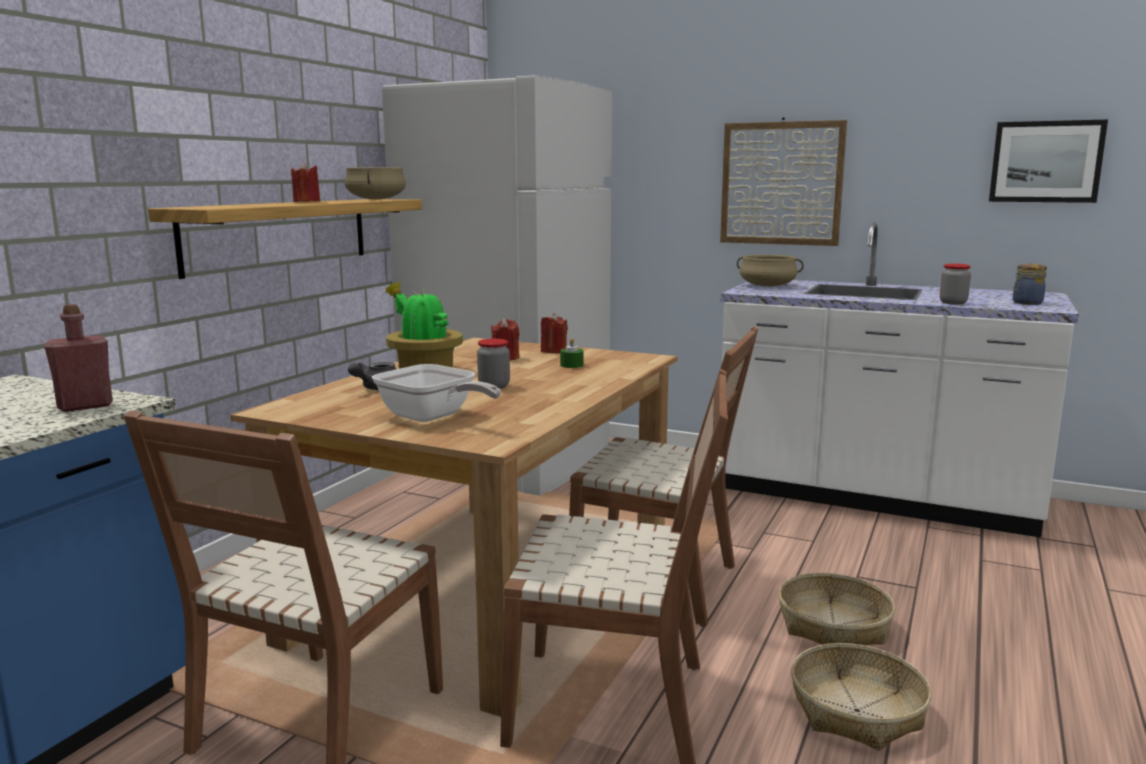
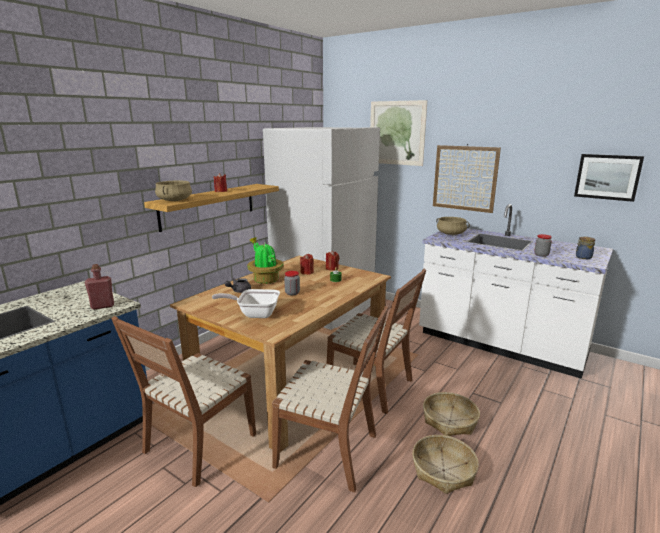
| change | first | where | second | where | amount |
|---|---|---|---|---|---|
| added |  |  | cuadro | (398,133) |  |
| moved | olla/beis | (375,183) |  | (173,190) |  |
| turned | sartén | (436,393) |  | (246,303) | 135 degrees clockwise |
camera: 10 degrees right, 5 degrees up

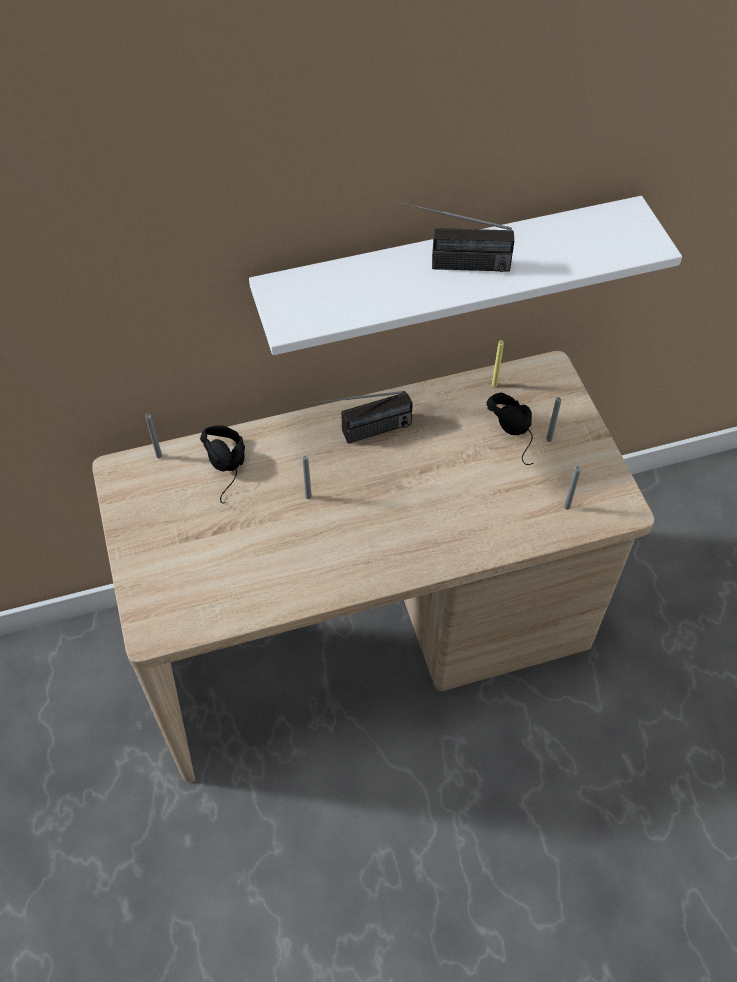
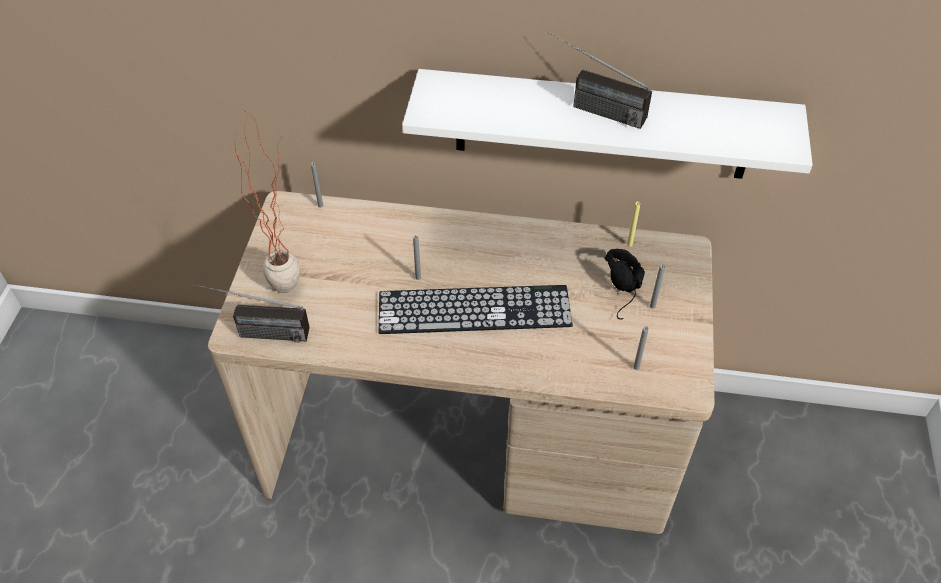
| change | first | where | second | where | amount |
|---|---|---|---|---|---|
| removed | auriculares/negro | (222,464) |  |  |  |
| added |  |  | planta en maceta | (267,201) |  |
| added |  |  | teclado | (476,309) |  |
| moved | radio | (358,417) |  | (251,313) |  |
camera: 25 degrees right, 5 degrees down

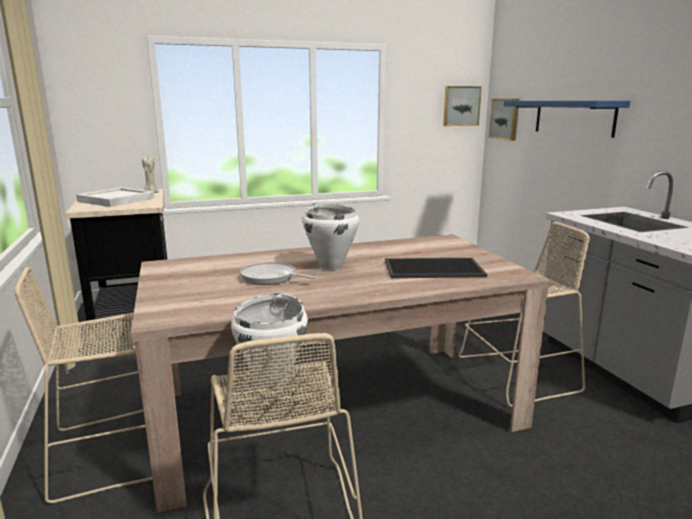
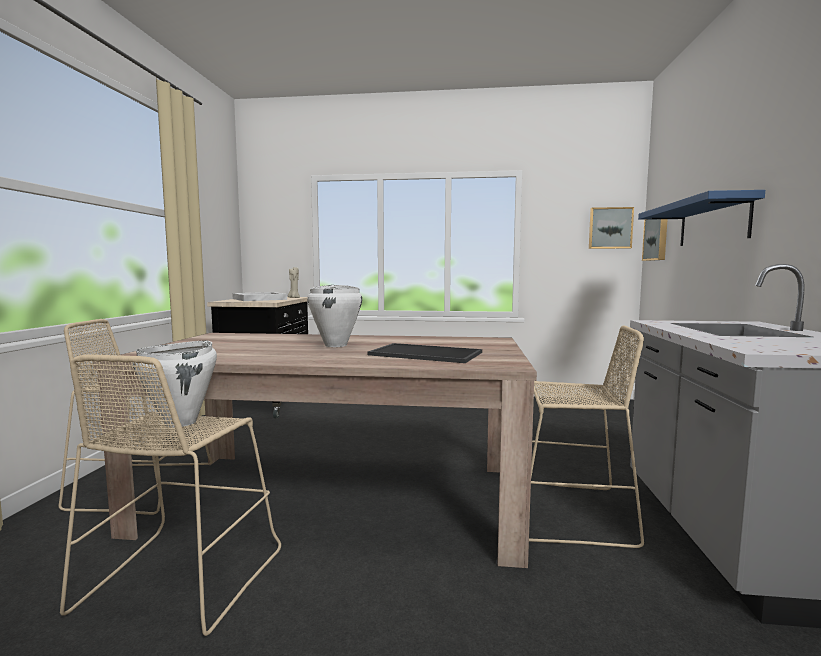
| change | first | where | second | where | amount |
|---|---|---|---|---|---|
| removed | sartén | (278,273) |  |  |  |
camera: 25 degrees right, 10 degrees down

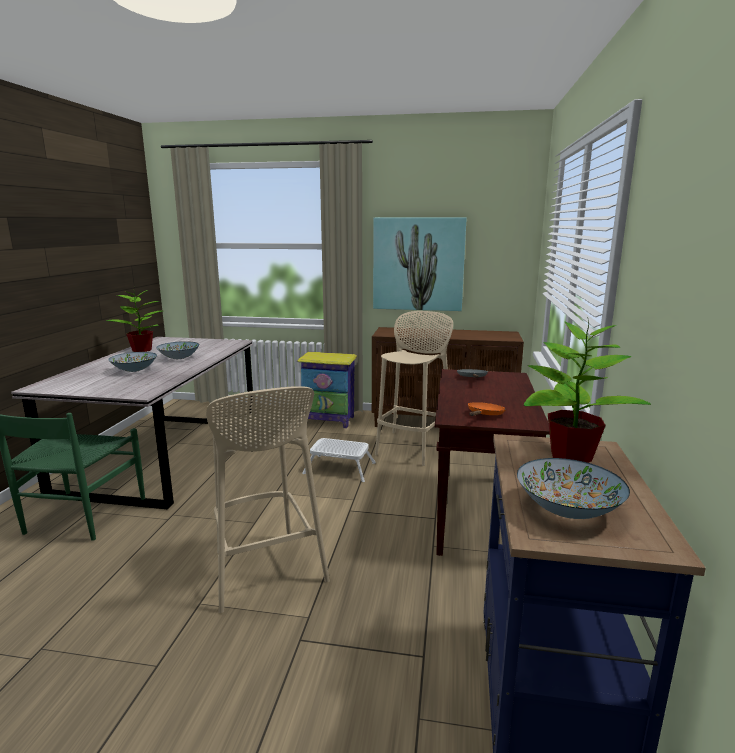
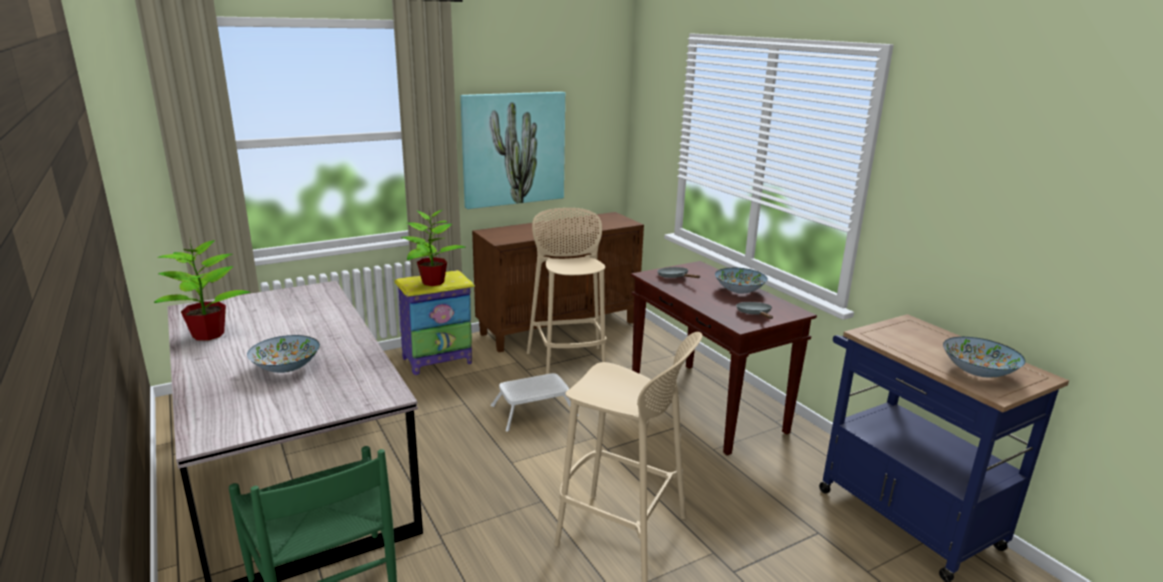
| change | first | where | second | where | amount |
|---|---|---|---|---|---|
| moved | cuenco | (178,350) |  | (741,281) |  |
| moved | planta en maceta | (587,390) |  | (433,248) |  |
| recoloured | sartén/naranja | (487,409) | sartén/gris | (754,310) |  |
camera: 40 degrees left, 5 degrees up

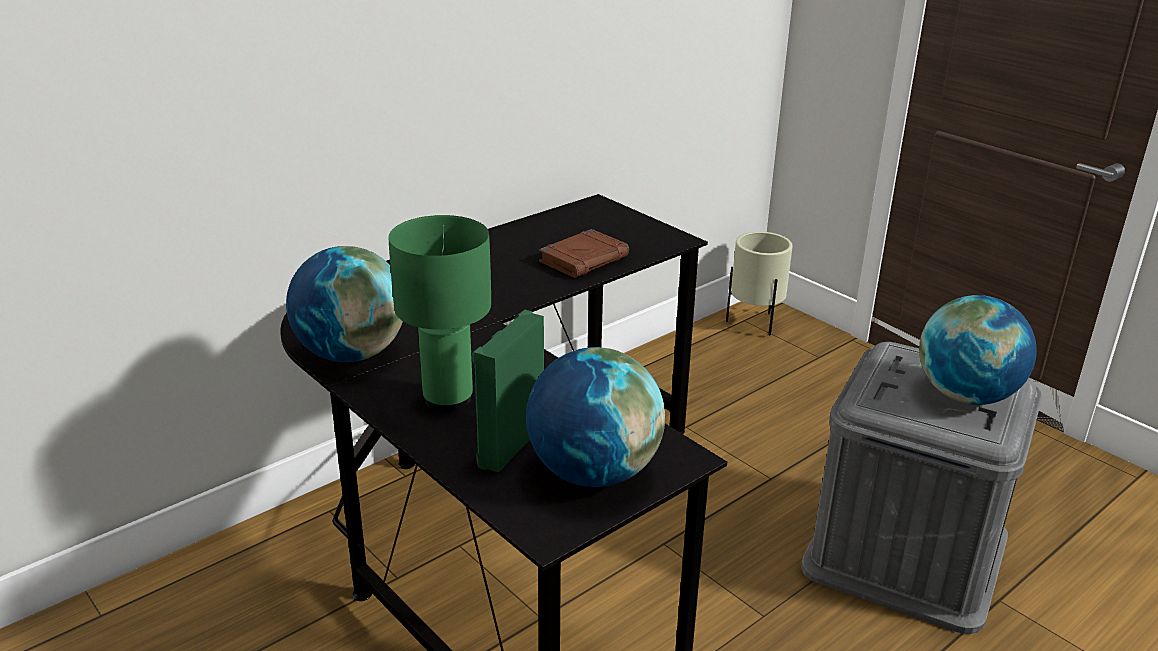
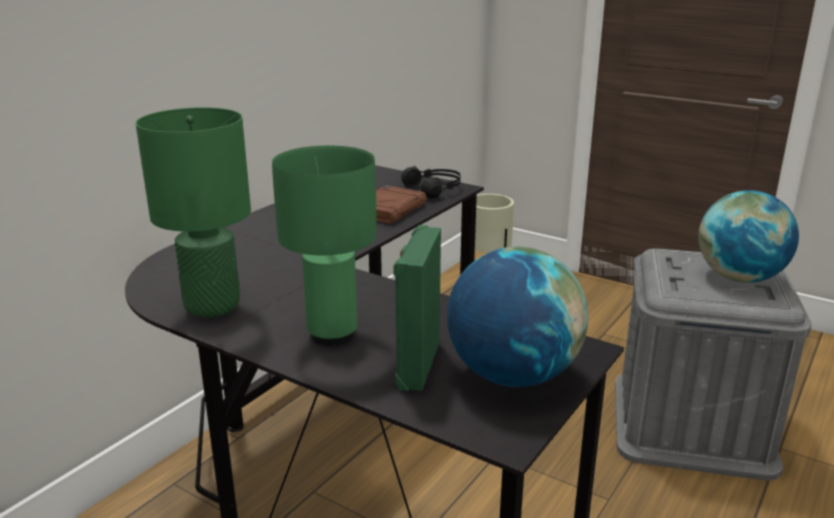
| change | first | where | second | where | amount |
|---|---|---|---|---|---|
| added |  |  | auriculares/negro | (431,182) |  |
| replaced | globo terráqueo | (344,304) | lámpara de mesa/verde | (193,212) |  |
camera: 15 degrees left, 5 degrees down

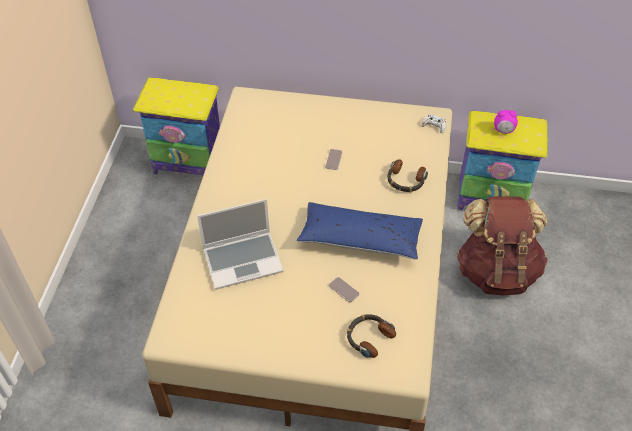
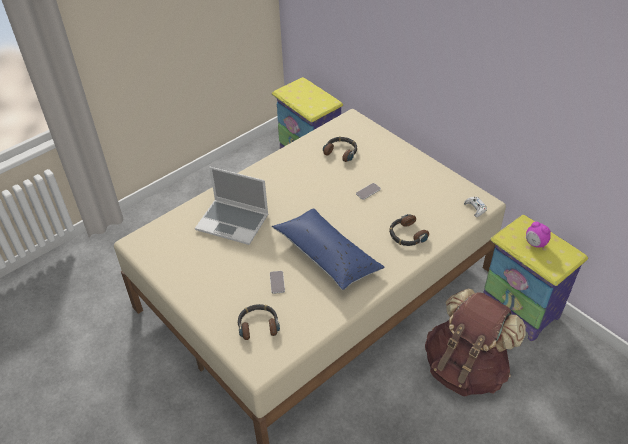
| change | first | where | second | where | amount |
|---|---|---|---|---|---|
| added |  |  | auriculares | (340,149) |  |
camera: 40 degrees right, 5 degrees down

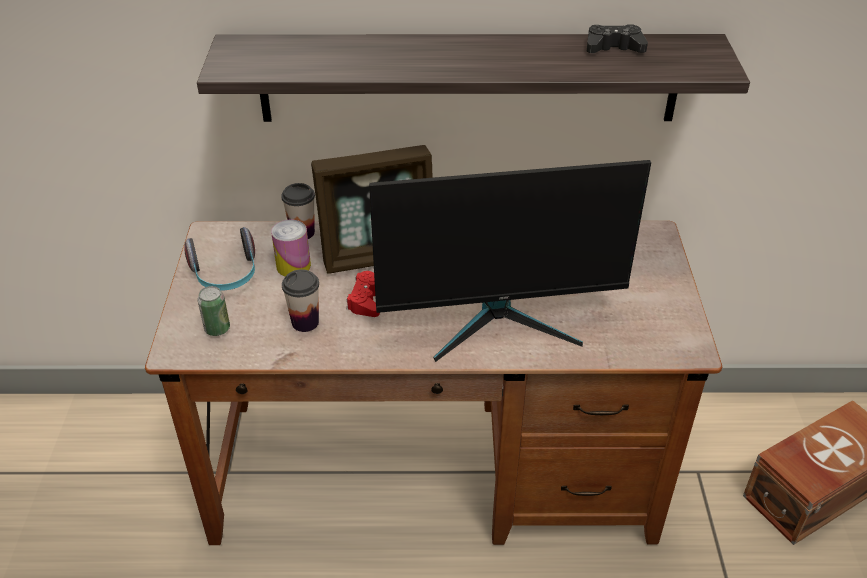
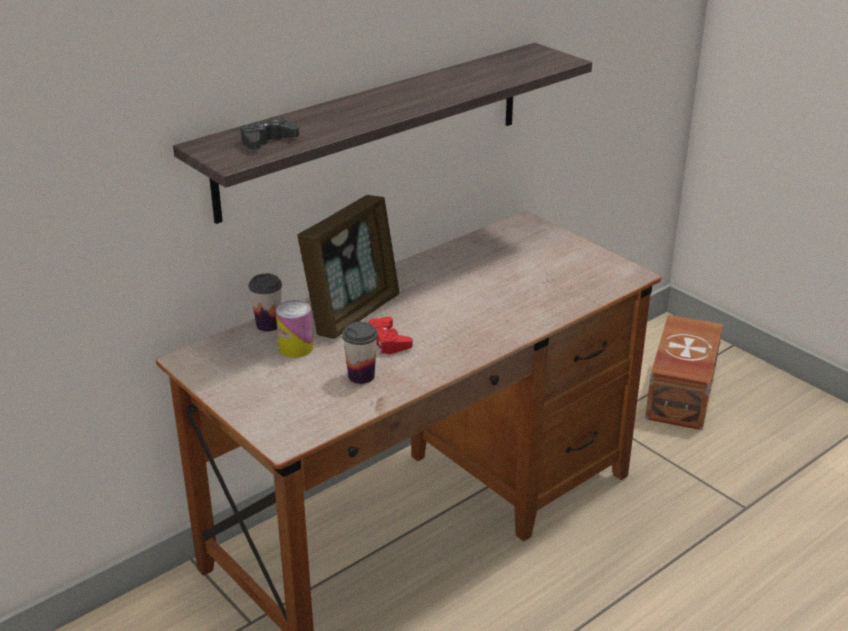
| change | first | where | second | where | amount |
|---|---|---|---|---|---|
| removed | auriculares | (219,259) |  |  |  |
| removed | lata | (214,311) |  |  |  |
| removed | monitor | (510,261) |  |  |  |
| moved | mando de consola/negro | (617,39) |  | (270,133) |  |
camera: 40 degrees left, 10 degrees down

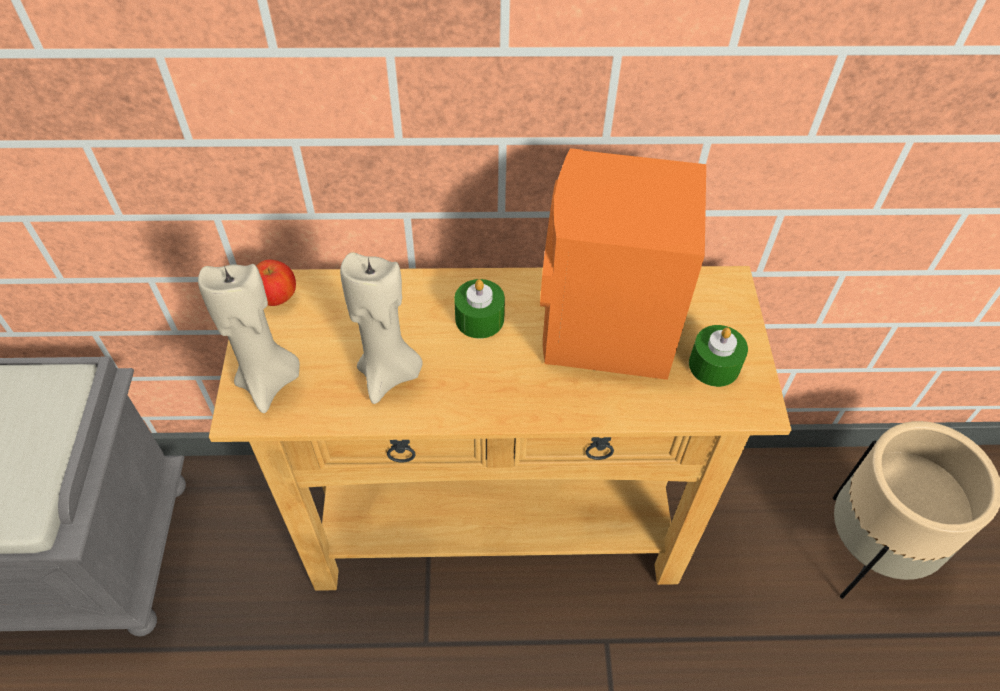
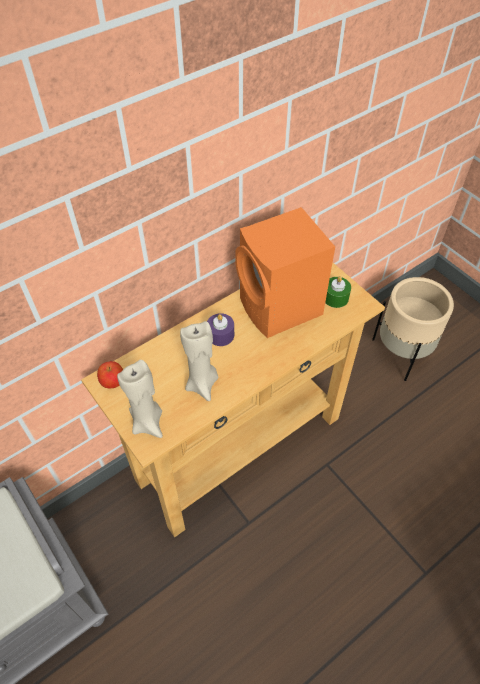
| change | first | where | second | where | amount |
|---|---|---|---|---|---|
| recoloured | vela/verde | (479,309) | vela/morado | (220,329) |  |
camera: 35 degrees left, 0 degrees up

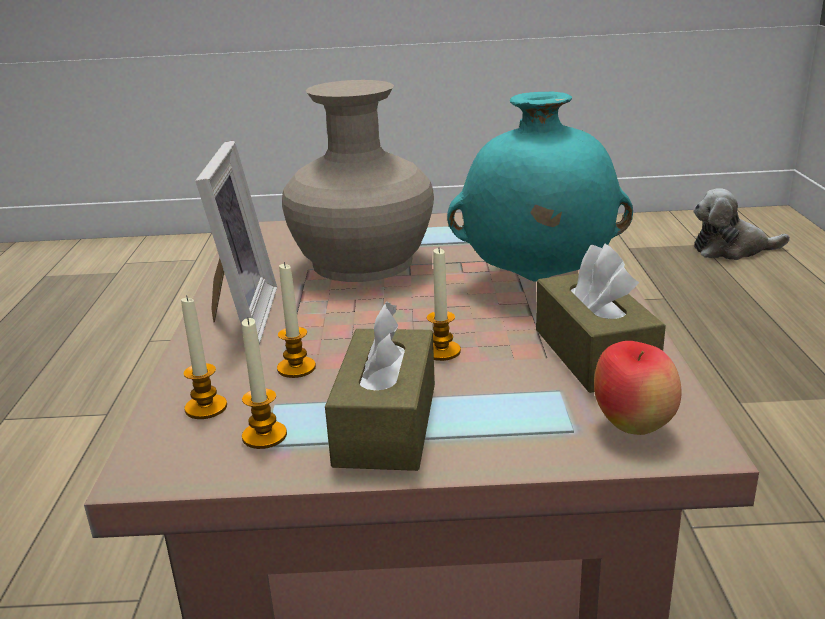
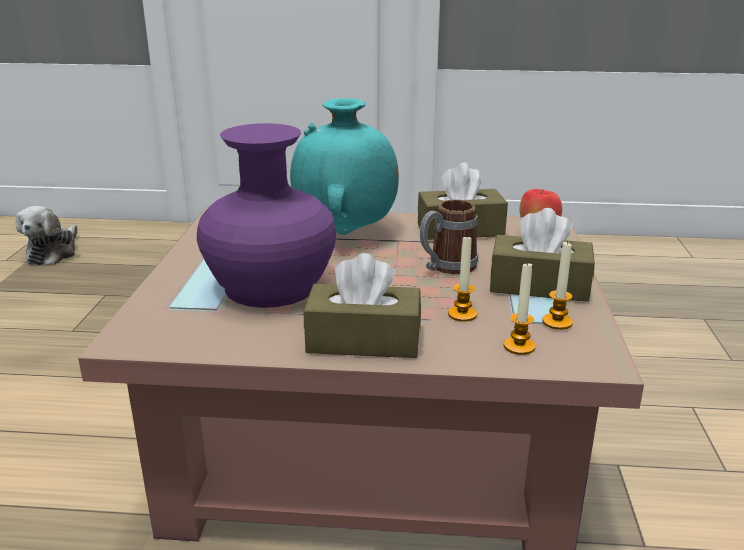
| change | first | where | second | where | amount |
|---|---|---|---|---|---|
| replaced | portarretratos | (236,242) | caja de pañuelos/marrón | (362,305) |  |
| replaced | vela | (444,304) | taza grande | (449,237) |  |
| recoloured | florero/beis | (358,181) | florero/morado | (266,215) |  |
camera: 85 degrees left, 0 degrees up

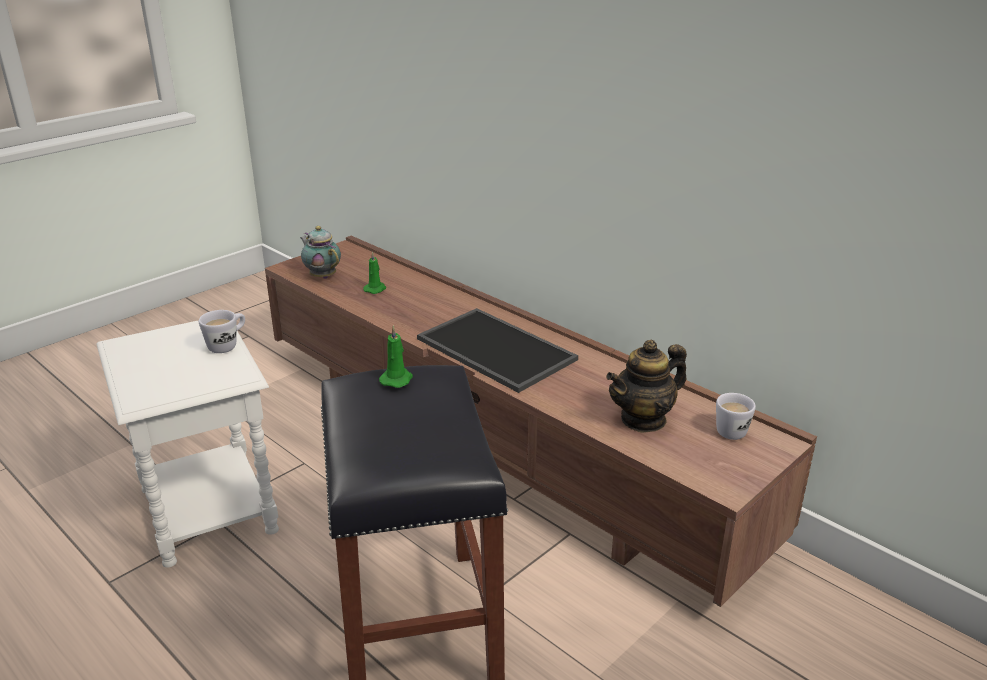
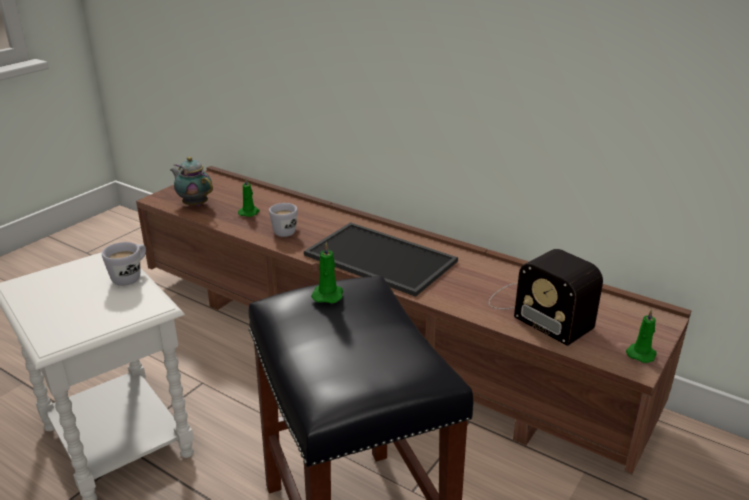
| change | first | where | second | where | amount |
|---|---|---|---|---|---|
| added |  |  | vela/verde | (641,336) |  |
| moved | taza grande/blanco | (736,416) |  | (283,220) |  |
| replaced | tetera | (646,386) | radio | (546,297) |  |
camera: 10 degrees left, 0 degrees up

